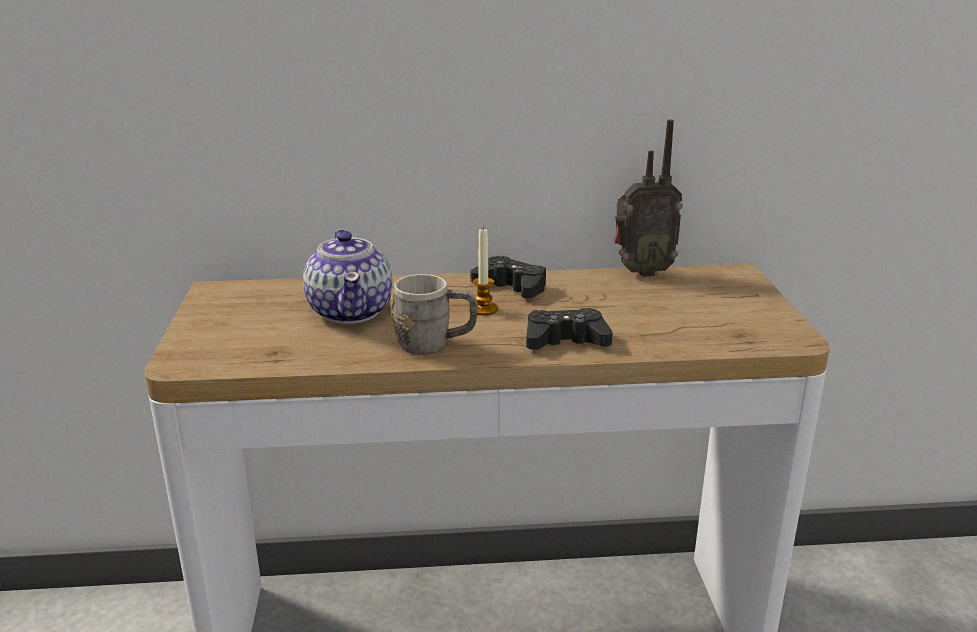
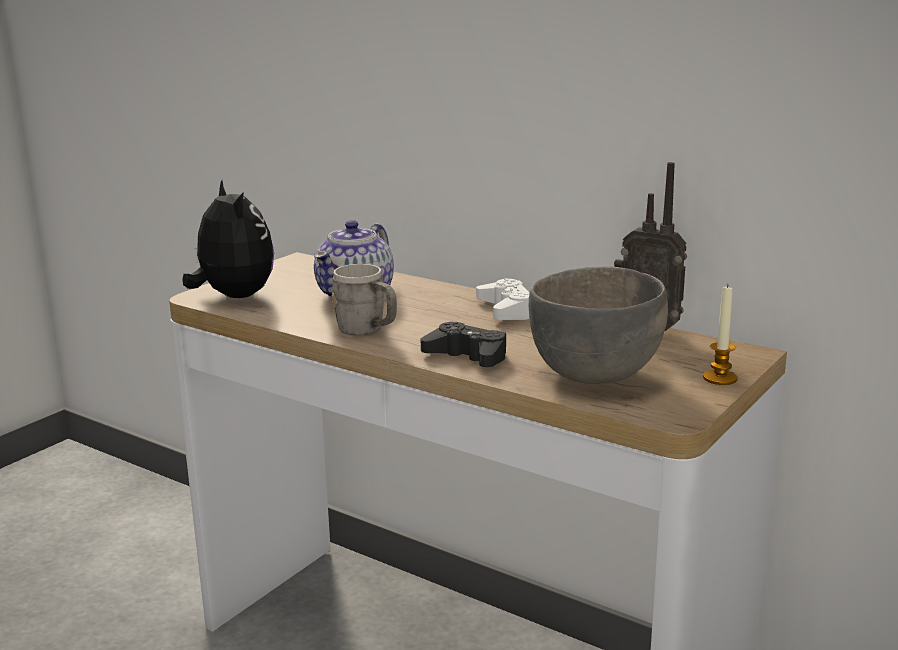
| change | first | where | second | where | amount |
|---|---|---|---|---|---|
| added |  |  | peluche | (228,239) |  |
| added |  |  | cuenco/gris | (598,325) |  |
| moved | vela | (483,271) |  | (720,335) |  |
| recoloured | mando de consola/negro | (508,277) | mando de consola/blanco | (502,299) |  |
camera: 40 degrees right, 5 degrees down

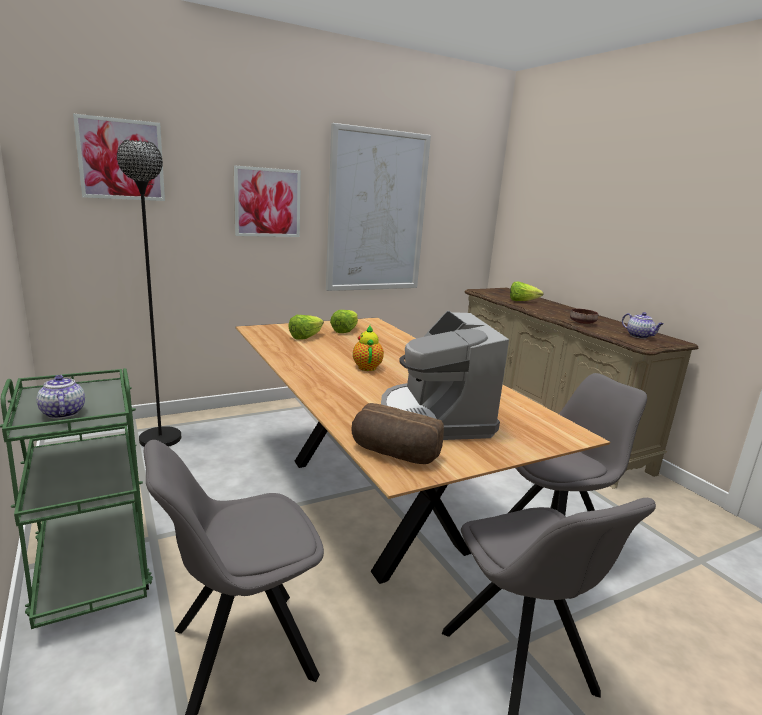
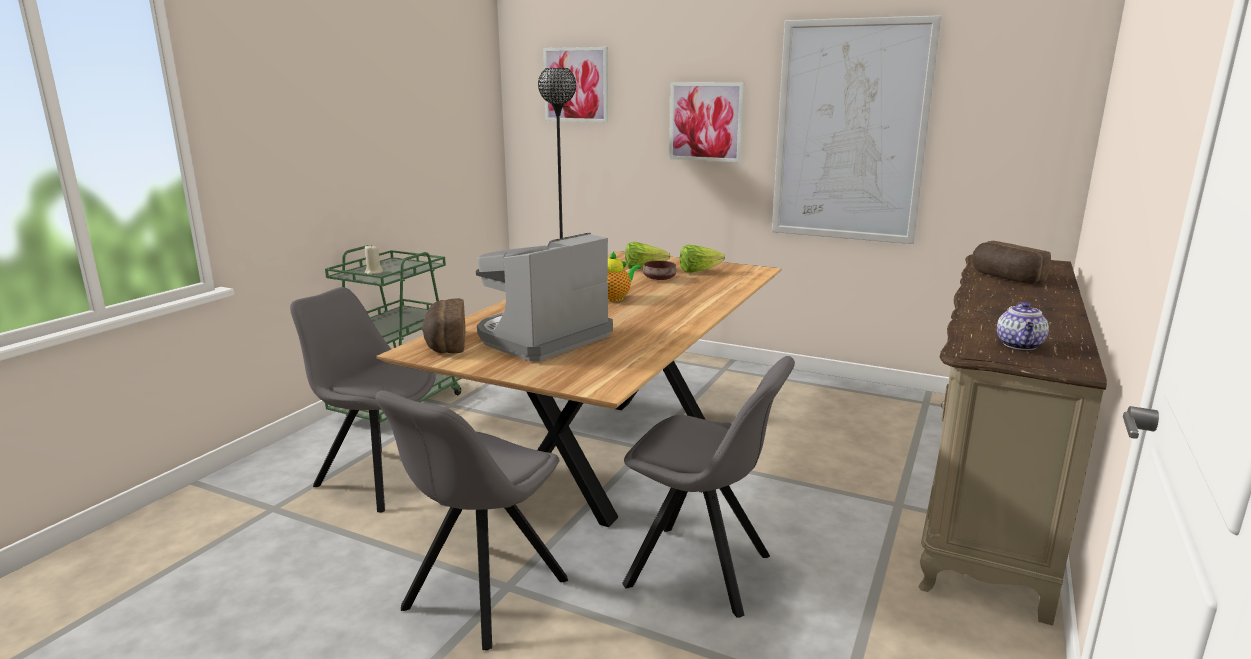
| change | first | where | second | where | amount |
|---|---|---|---|---|---|
| moved | cuenco/marrón | (584,316) |  | (659,270) |  |
| replaced | tetera | (61,397) | vela/beis | (374,259) |  |
| replaced | lechuga | (527,291) | pan | (1011,262) |  |
camera: 55 degrees right, 0 degrees up

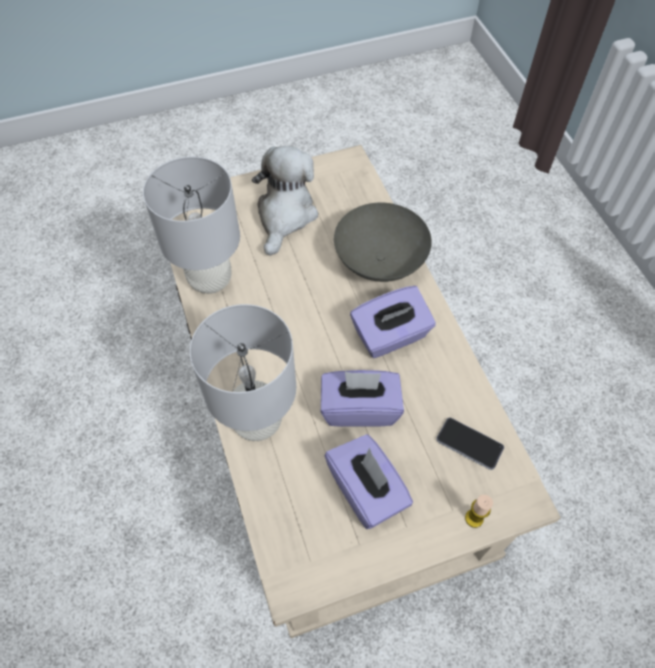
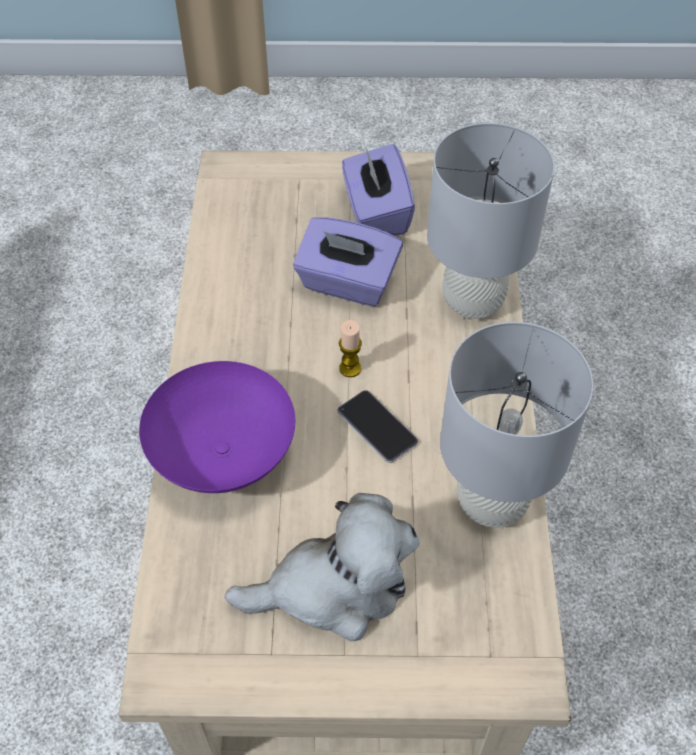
| change | first | where | second | where | amount |
|---|---|---|---|---|---|
| removed | caja de pañuelos/morado | (393,322) |  |  |  |
| moved | móvil | (470,444) |  | (378,426) |  |
| moved | vela | (479,511) |  | (350,348) |  |
| recoloured | cuenco/gris | (383,242) | cuenco/morado | (217,427) |  |
| turned | peluche | (285,201) |  | (322,567) | 135 degrees counterclockwise |
camera: 160 degrees left, 5 degrees down

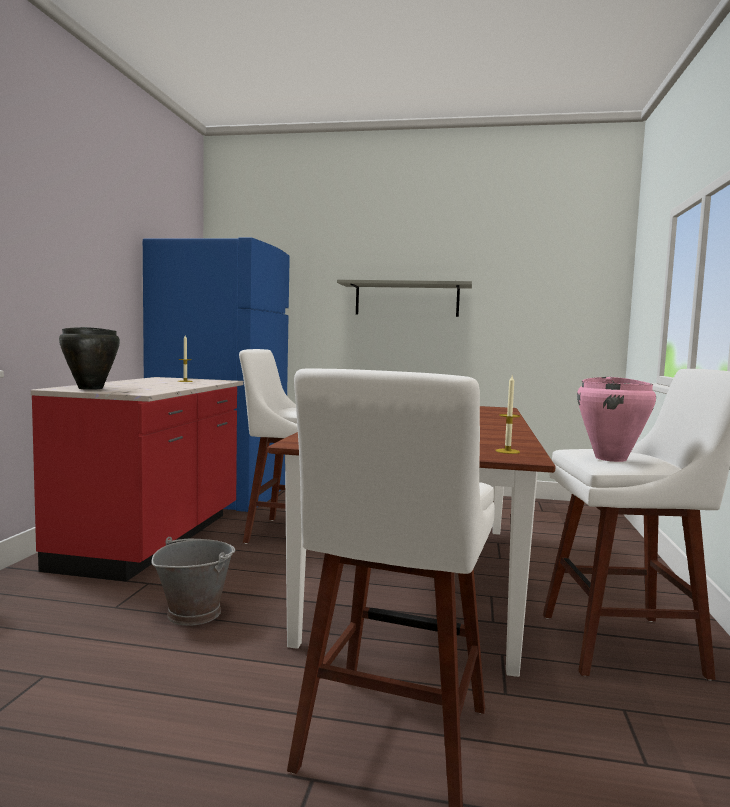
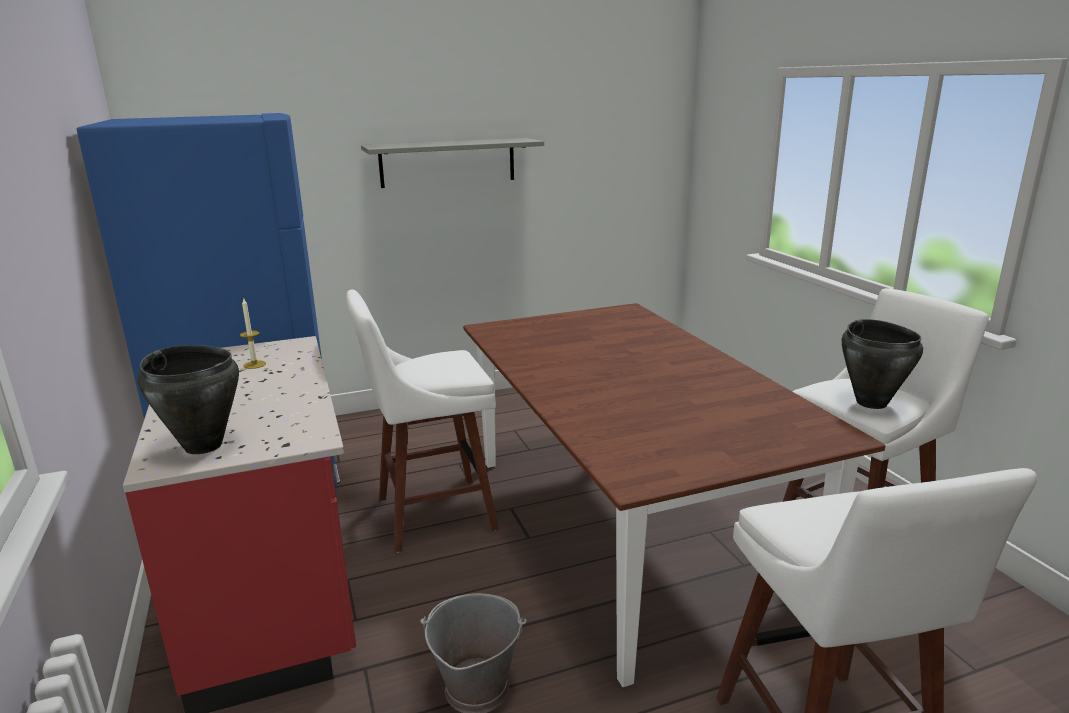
| change | first | where | second | where | amount |
|---|---|---|---|---|---|
| removed | vela | (508,415) |  |  |  |
| recoloured | olla/rosa | (616,419) | olla/negro | (882,364) |  |
camera: 30 degrees left, 15 degrees up

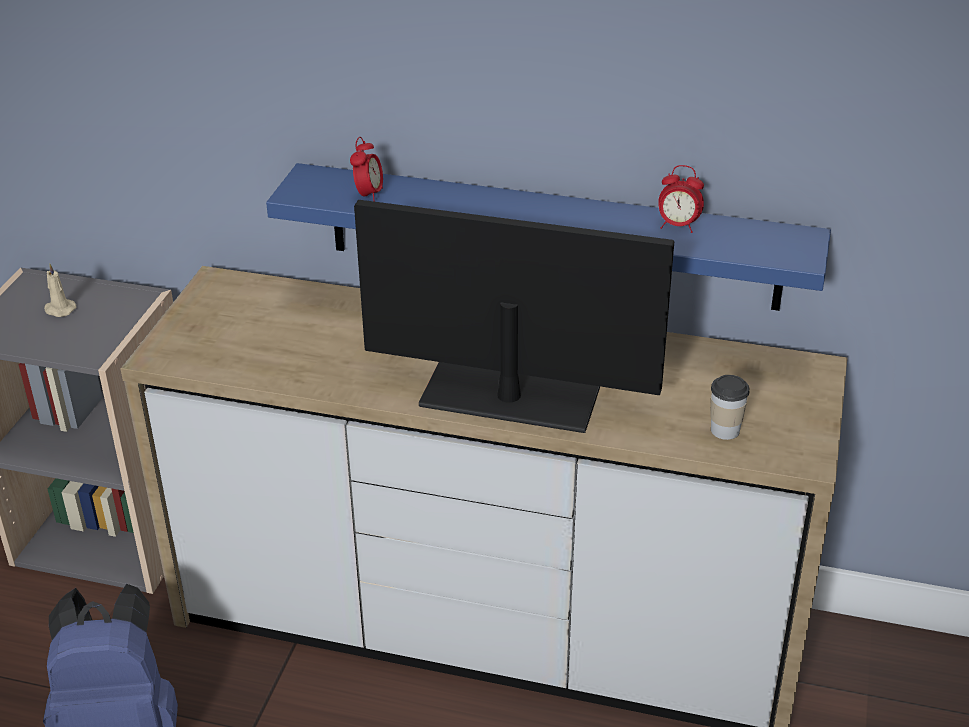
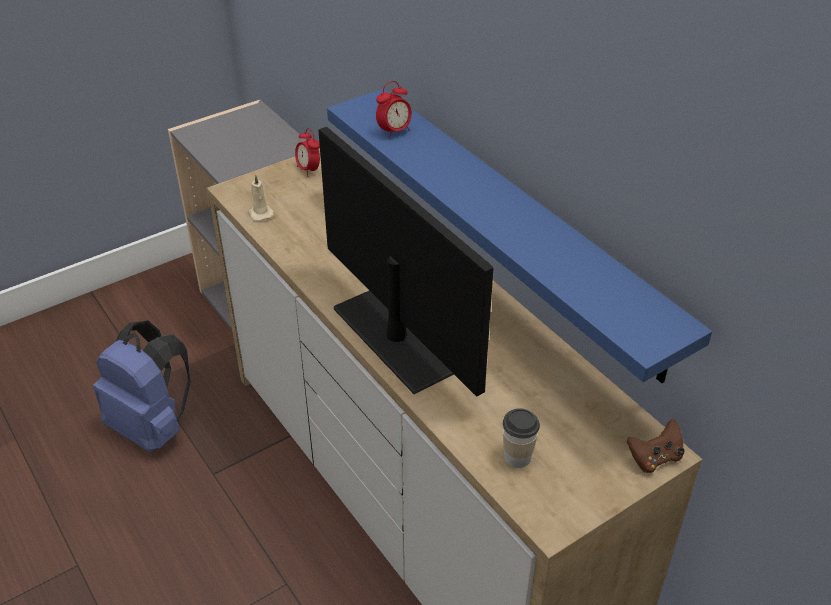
| change | first | where | second | where | amount |
|---|---|---|---|---|---|
| added |  |  | mando de consola/marrón | (656,446) |  |
| moved | vela/beis | (60,290) |  | (261,198) |  |
| moved | despertador | (681,199) |  | (307,152) |  |
camera: 40 degrees right, 5 degrees up

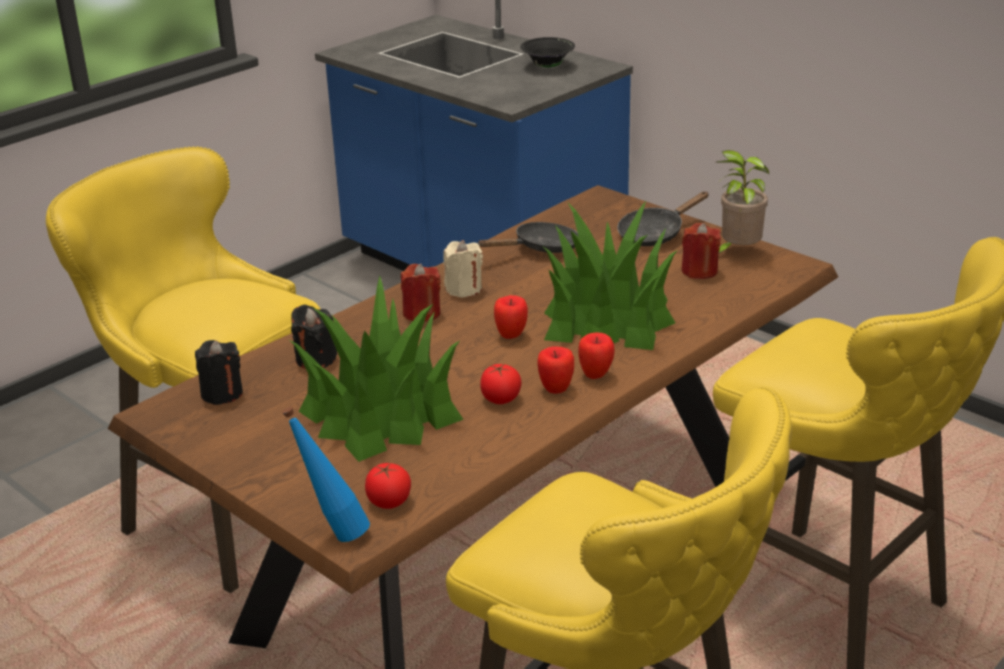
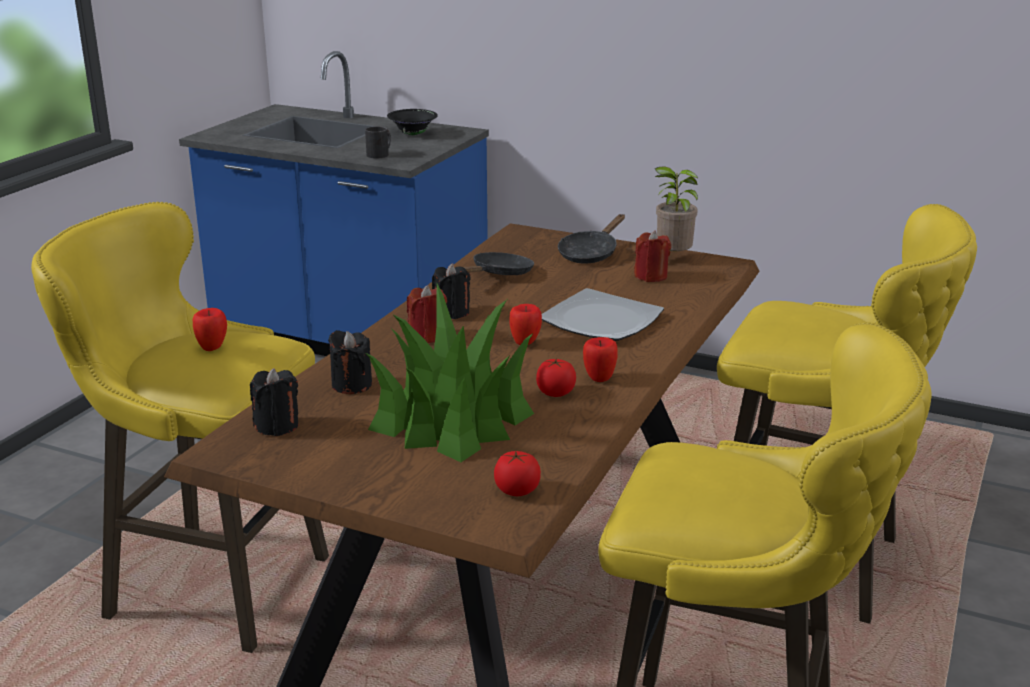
| change | first | where | second | where | amount |
|---|---|---|---|---|---|
| removed | botella/azul | (326,474) |  |  |  |
| added |  |  | taza grande/negro | (378,142) |  |
| moved | manzana | (596,355) |  | (210,329) |  |
| replaced | planta en maceta | (610,275) | plato | (603,314) |  |
| recoloured | vela/beis | (463,269) | vela/negro | (451,291) |  |
camera: 20 degrees left, 5 degrees down

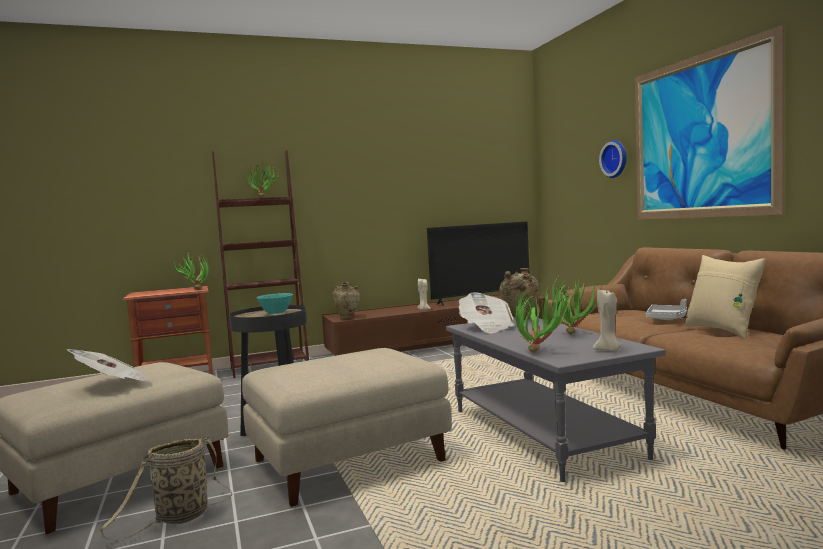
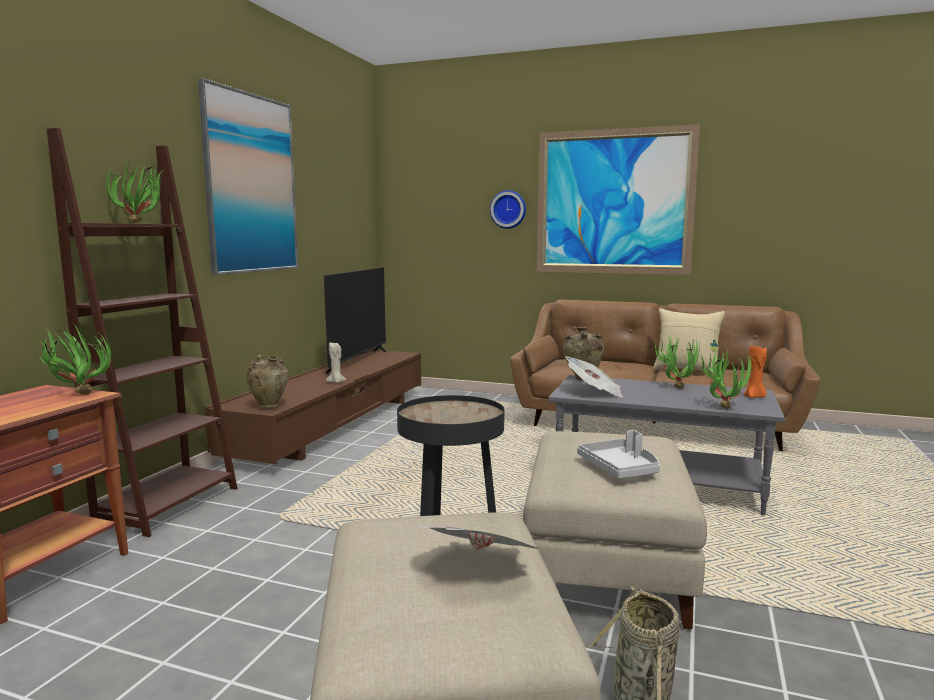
| change | first | where | second | where | amount |
|---|---|---|---|---|---|
| removed | cuenco/turquesa | (274,303) |  |  |  |
| added |  |  | cuadro | (248,176) |  |
| moved | bandeja/gris | (666,309) |  | (618,454) |  |
| recoloured | vela/beis | (607,321) | vela/naranja | (755,370) |  |
camera: 50 degrees left, 5 degrees up

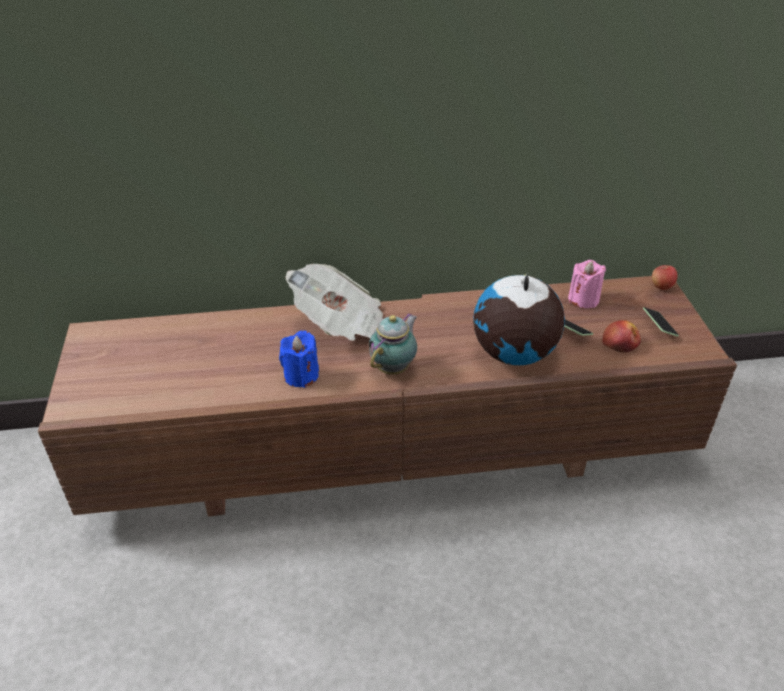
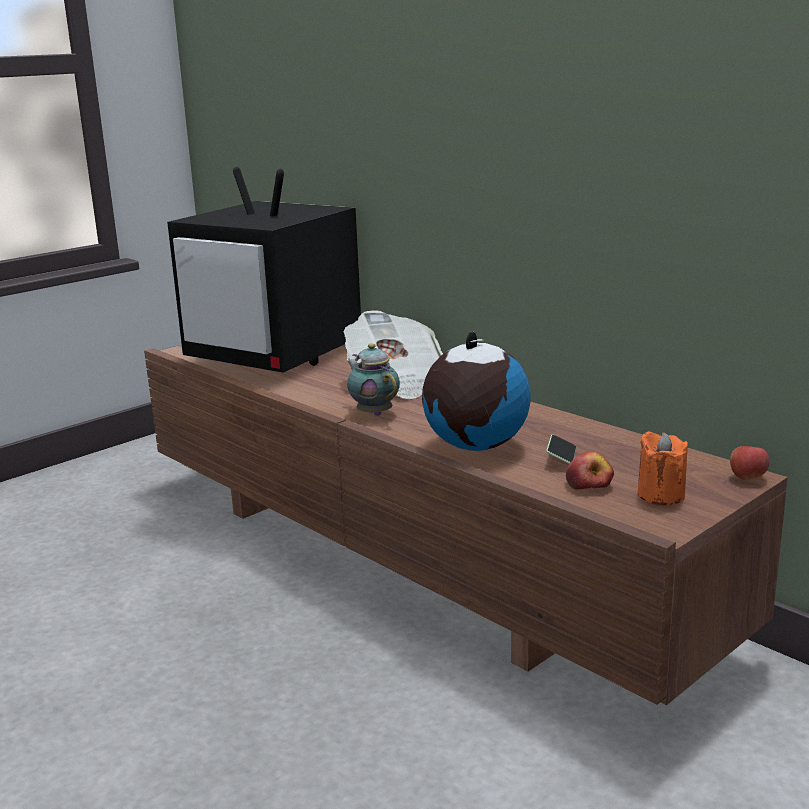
| change | first | where | second | where | amount |
|---|---|---|---|---|---|
| removed | vela/azul | (299,359) |  |  |  |
| removed | vela/rosa | (587,284) |  |  |  |
| added |  |  | televisor | (264,270) |  |
| replaced | móvil | (661,322) | vela/naranja | (663,468) |  |
| turned | tetera | (393,344) |  | (373,379) | 120 degrees counterclockwise |
camera: 55 degrees right, 20 degrees down

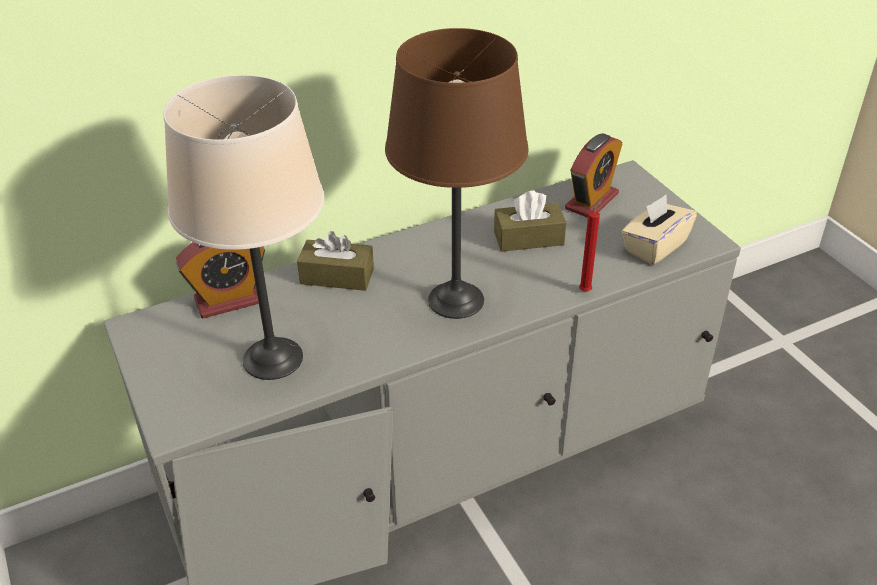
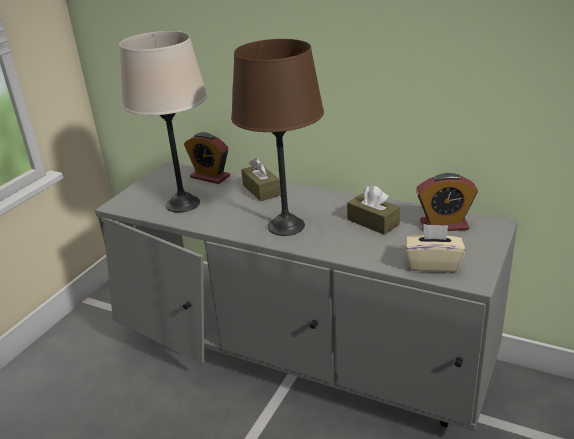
| change | first | where | second | where | amount |
|---|---|---|---|---|---|
| removed | vela/rojo | (590,246) |  |  |  |
camera: 55 degrees right, 10 degrees down

